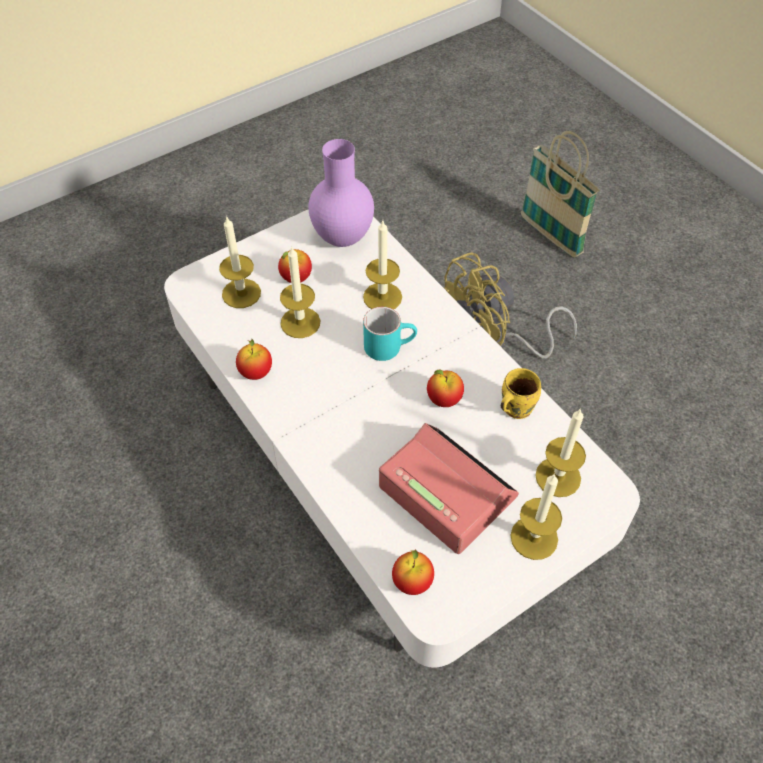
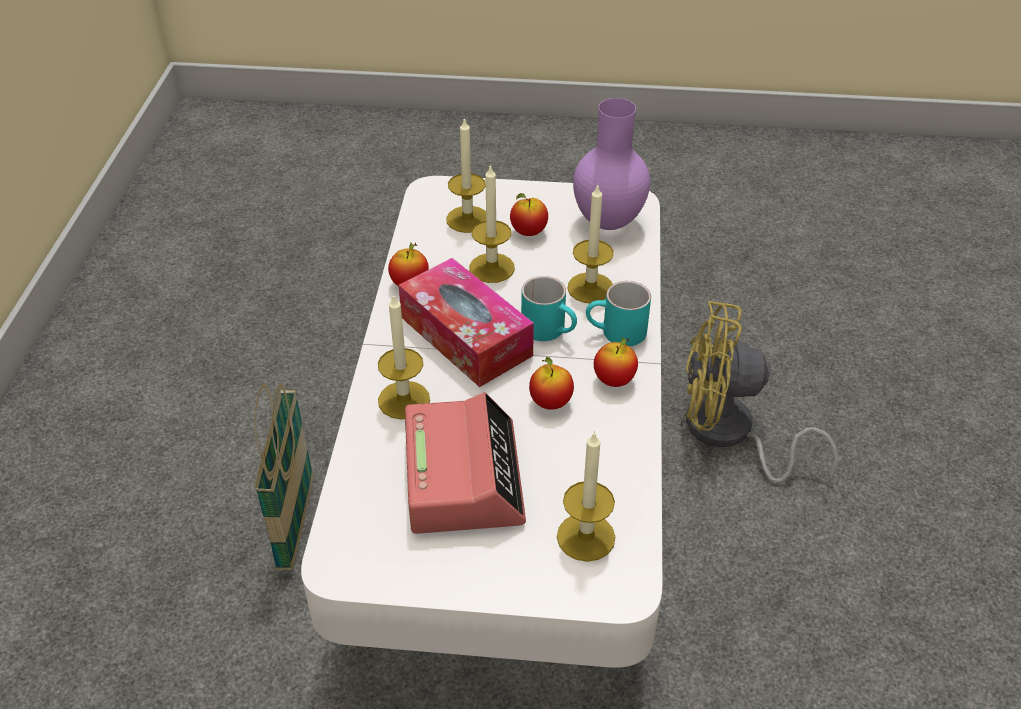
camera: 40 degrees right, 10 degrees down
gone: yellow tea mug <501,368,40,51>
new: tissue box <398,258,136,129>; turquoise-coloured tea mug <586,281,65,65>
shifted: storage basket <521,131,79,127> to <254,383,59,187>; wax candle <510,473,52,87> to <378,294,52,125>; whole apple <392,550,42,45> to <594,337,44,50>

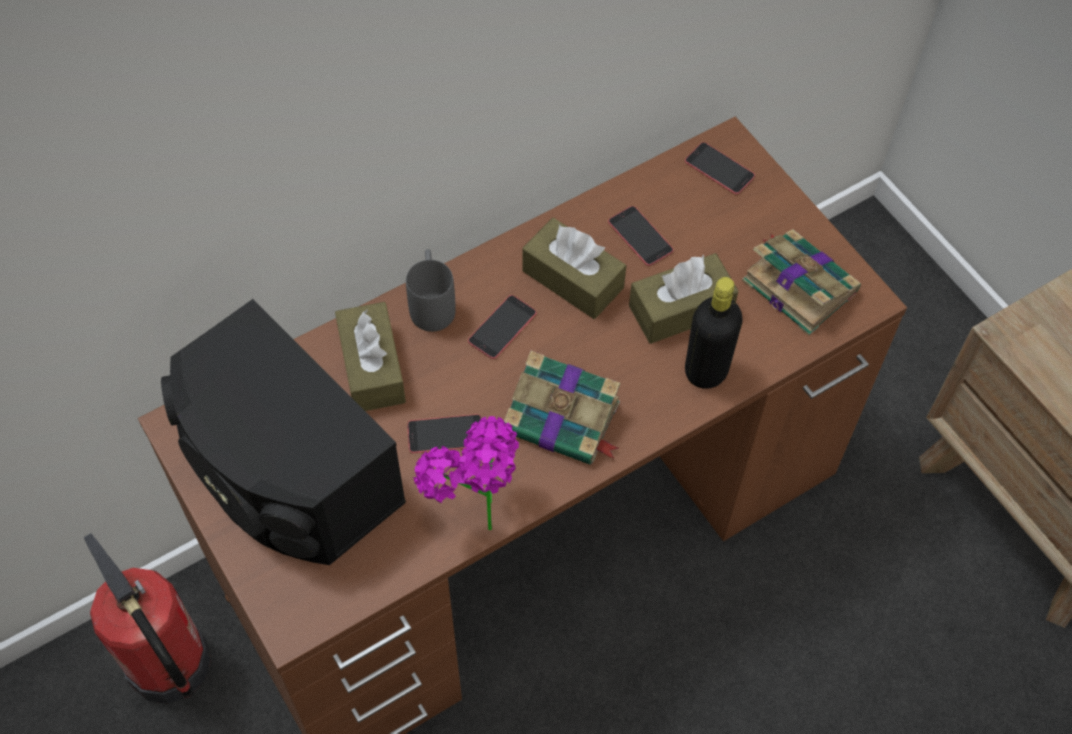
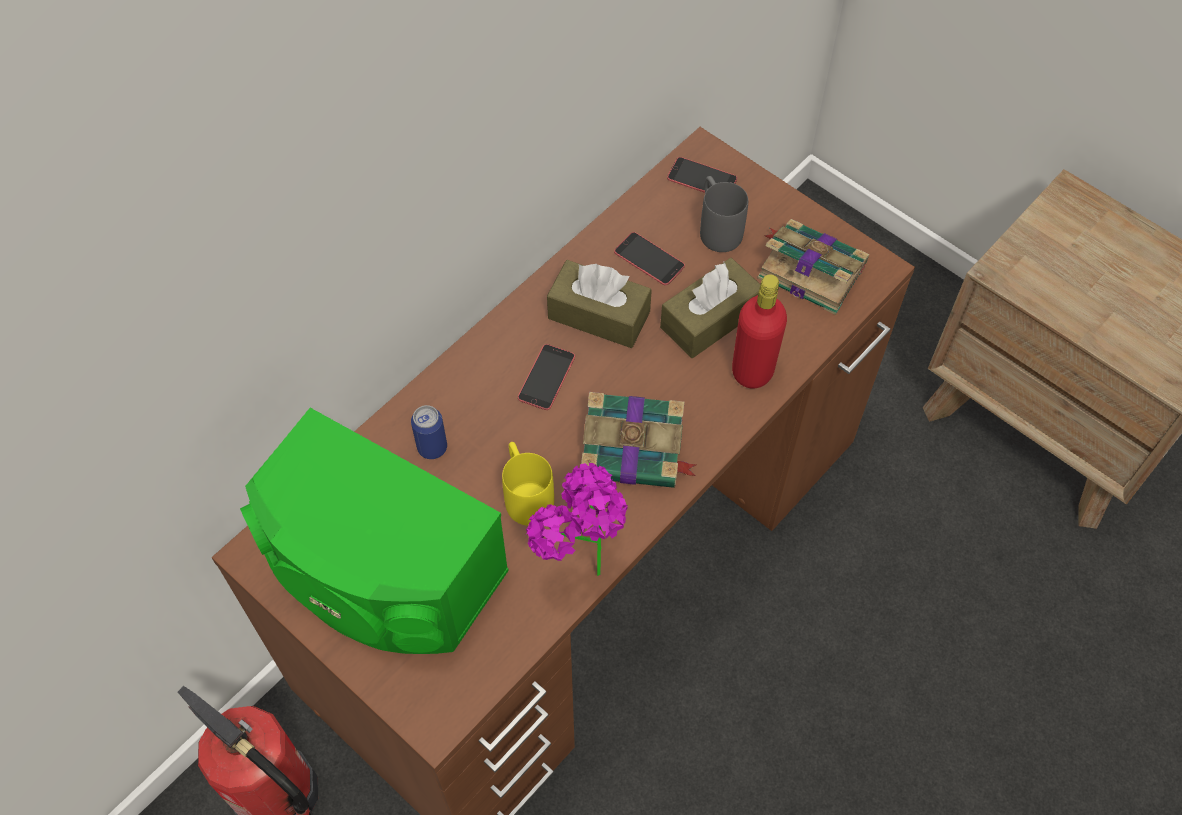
camera: 15 degrees left, 0 degrees up
shifted: greyish tea mug <406,249,50,83> to <700,176,48,76>
swapped: brown-coloured tissue box <335,302,71,109> to sealed can <411,405,36,54>; handset <407,414,75,39> to yellow tea mug <502,442,52,84>
repainted: black-coloured bottle <685,277,58,112> to red bottle <732,274,55,114>; black-coloured audio speaker <161,299,245,266> to green-coloured audio speaker <240,408,269,246>

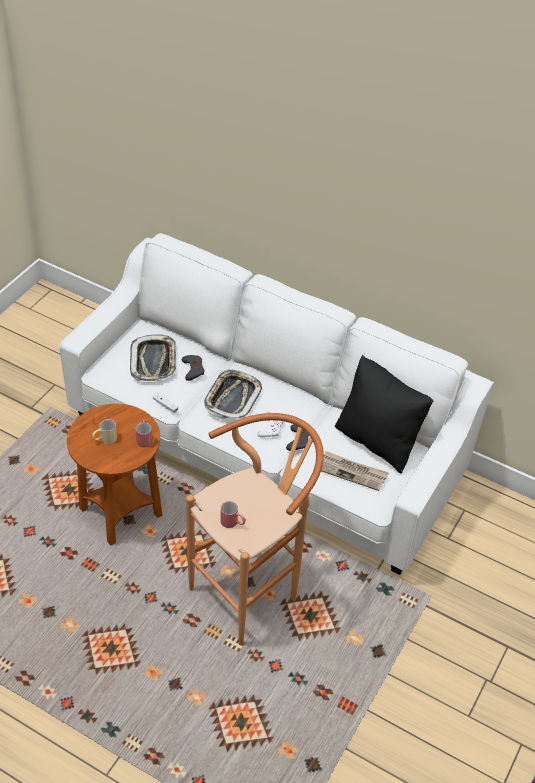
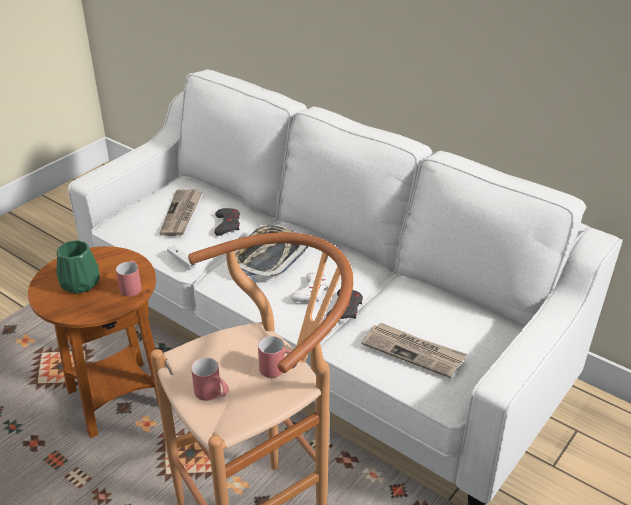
camera: 10 degrees right, 10 degrees down
gone: black-coloured throw pillow <335,355,98,119>
new: red tea mug <258,336,39,42>
swapped: serving tray <130,334,46,47> to daily paper <160,189,42,47>; beige tea mug <92,419,25,25> to green-coloured flower vase <57,240,43,54>

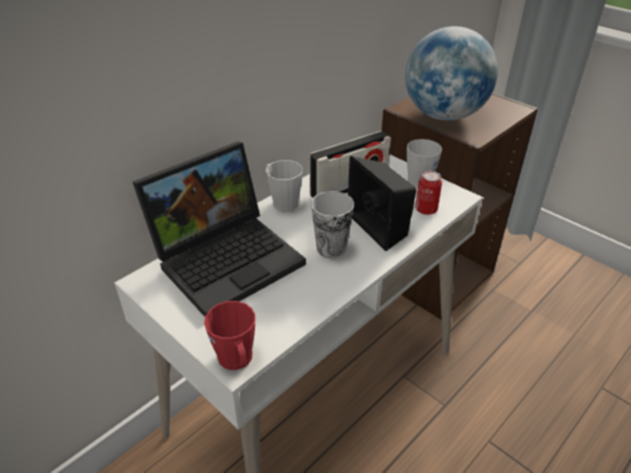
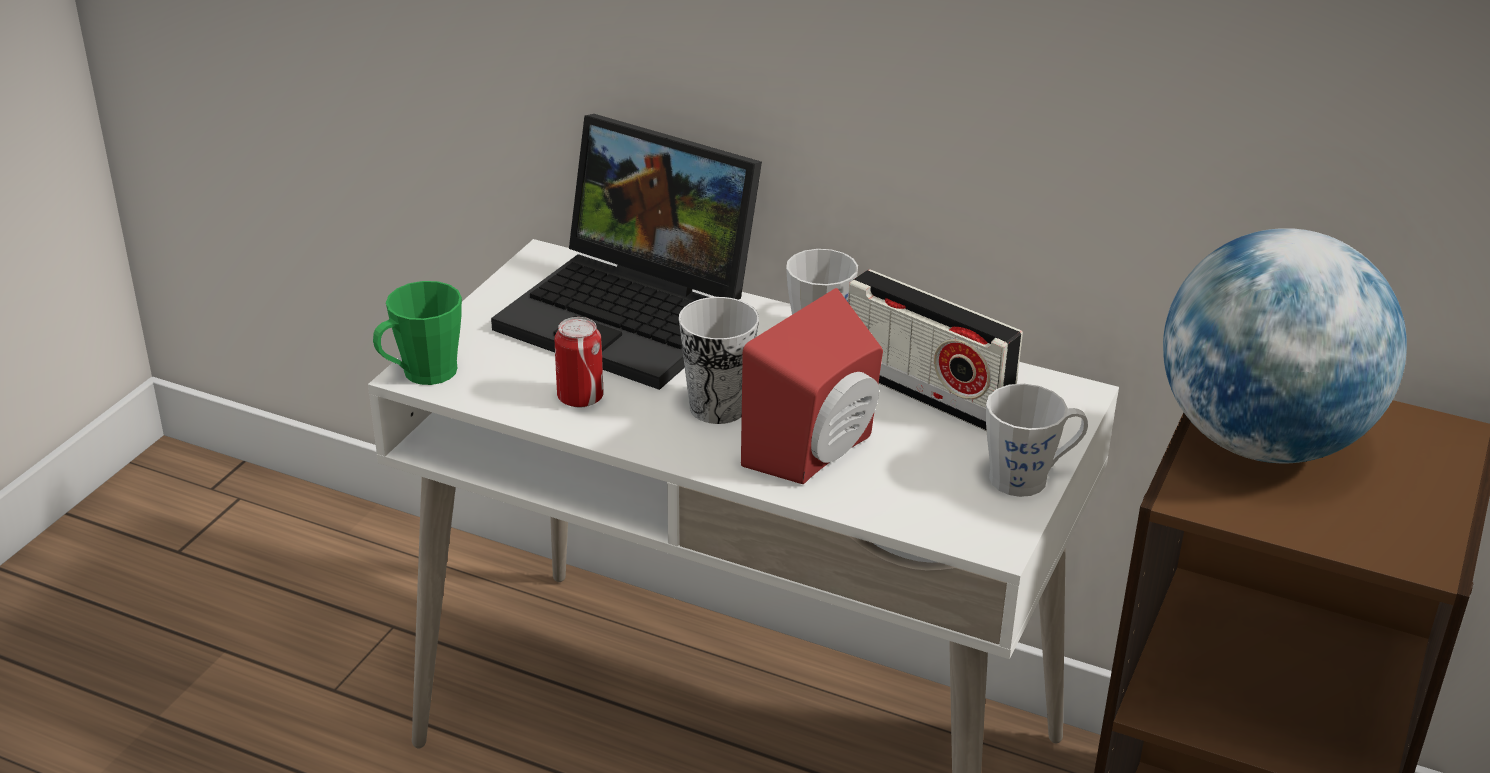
camera: 70 degrees right, 5 degrees down
shifted: sealed can <415,171,27,44> to <555,317,49,91>
repainted: black-coloured audio speaker <348,156,69,95> to red audio speaker <741,288,142,196>; red tea mug <204,301,52,69> to green-coloured tea mug <373,281,89,104>

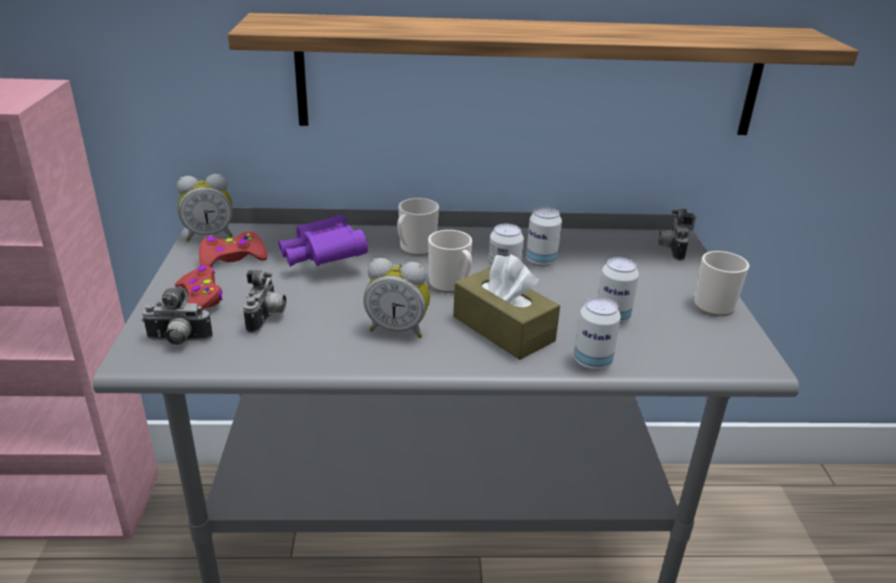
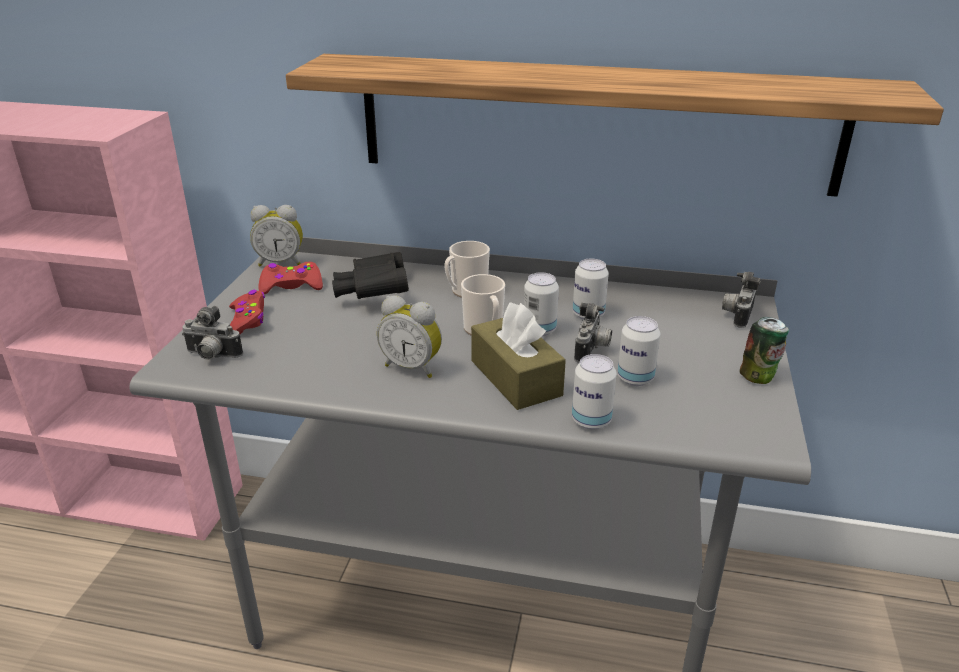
camera: 15 degrees right, 0 degrees up
shifted: still camera <243,270,43,63> to <574,303,38,60>
swapped: tea mug <694,251,55,65> to sealed can <740,317,49,67>
repainted: purple-coloured field glasses <278,215,90,52> to black-coloured field glasses <332,252,77,47>

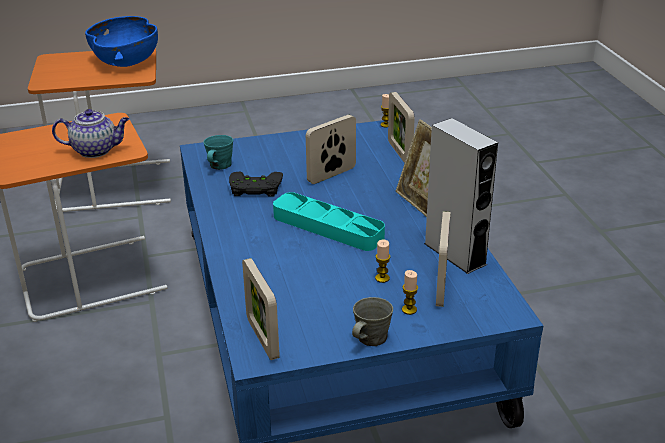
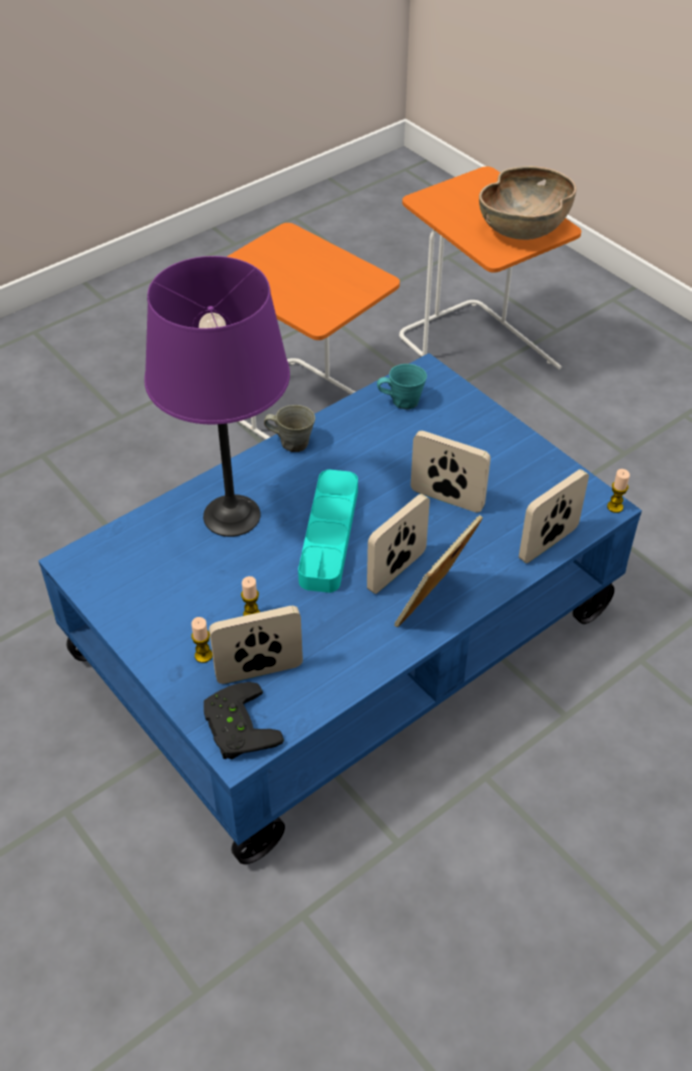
camera: 65 degrees right, 15 degrees up
gone: teapot <52,109,77,49>; greyish audio speaker <424,118,74,156>
new: purple-coloured tabletop lamp <144,256,146,281>
shifted: black-coloured game controller <229,172,54,25> to <203,682,81,77>; standing frame <242,258,38,102> to <367,494,63,100>; greyish tea mug <352,297,41,49> to <264,405,51,47>
repainted: blue-coloured bowl <85,16,73,51> to brown-coloured bowl <479,166,97,74>

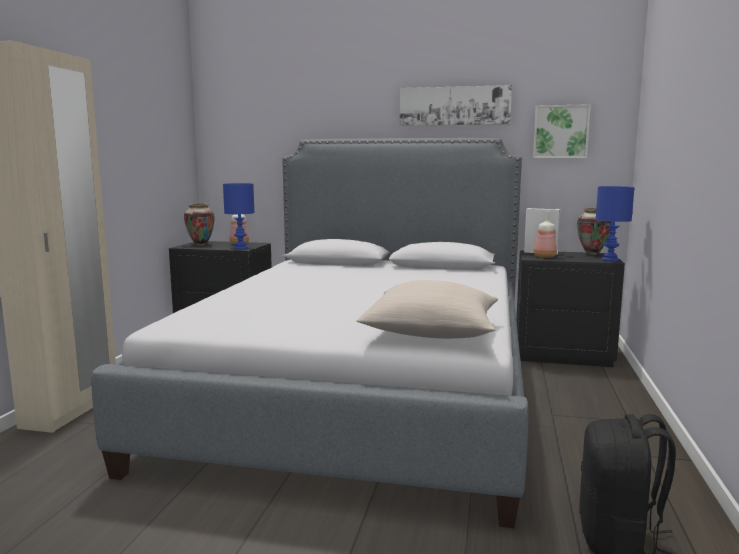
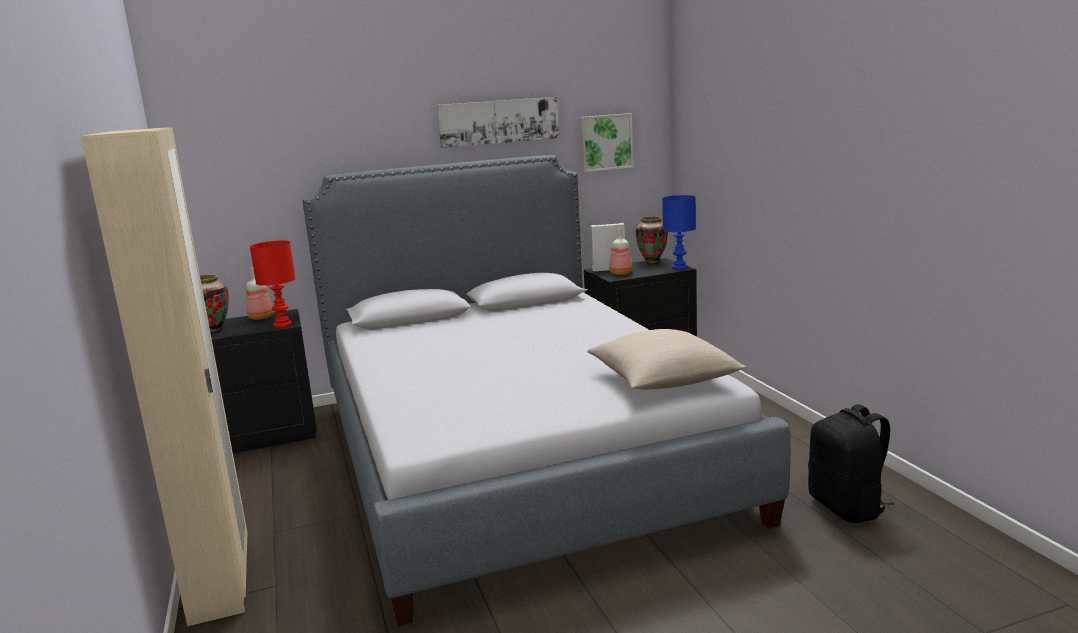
camera: 30 degrees left, 5 degrees up
repainted: blue-coloured tabletop lamp <223,183,31,67> to red tabletop lamp <250,240,46,88>

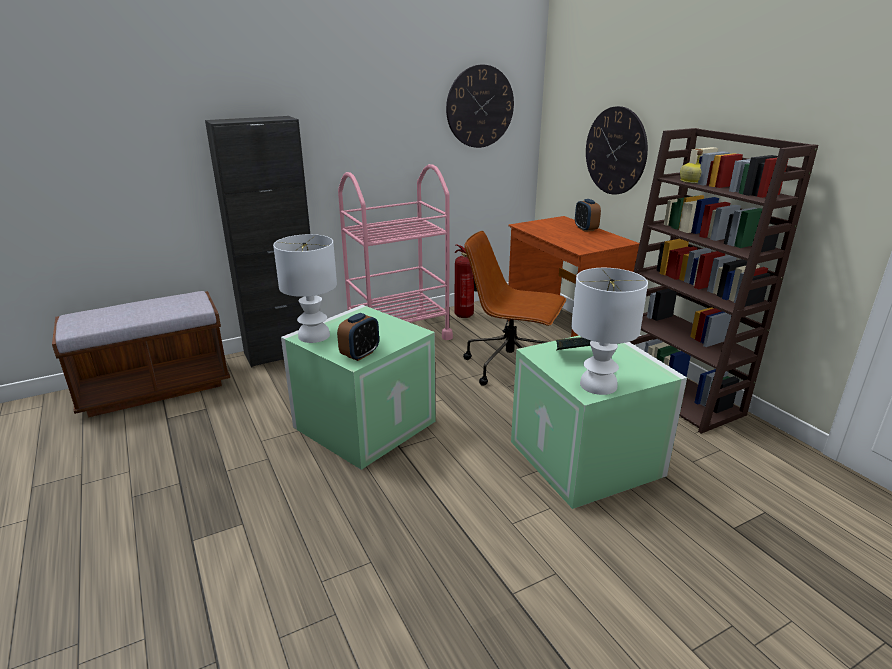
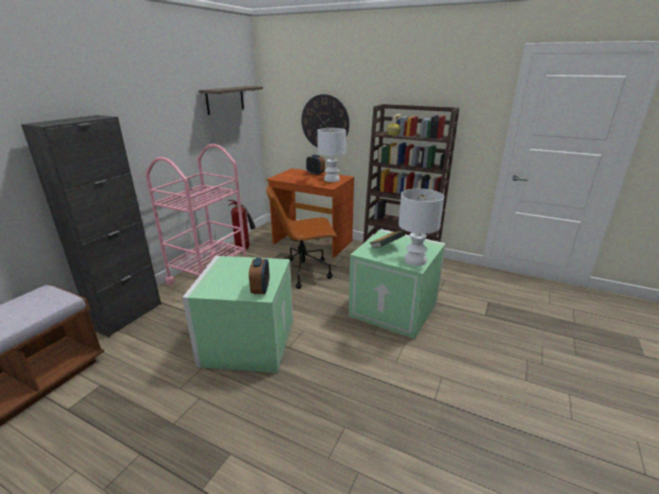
camera: 35 degrees left, 0 degrees up
shifted: whitish tabletop lamp <273,234,64,109> to <317,128,29,54>
swapped: hanging clock <446,65,68,83> to bracket shelf <198,86,65,29>

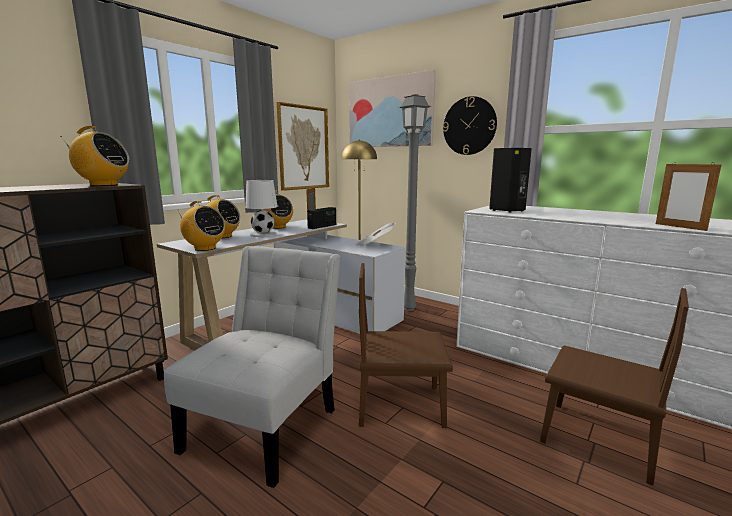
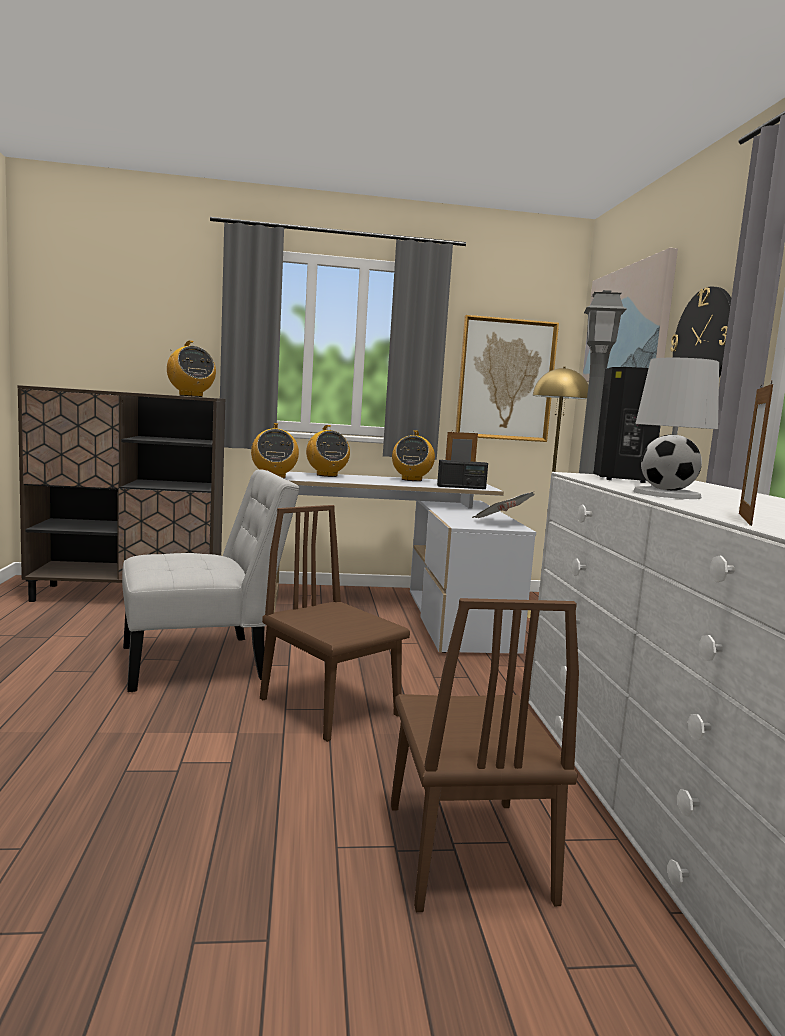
camera: 45 degrees right, 5 degrees down
shifted: whitish tabletop lamp <245,180,33,57> to <633,358,86,141>

